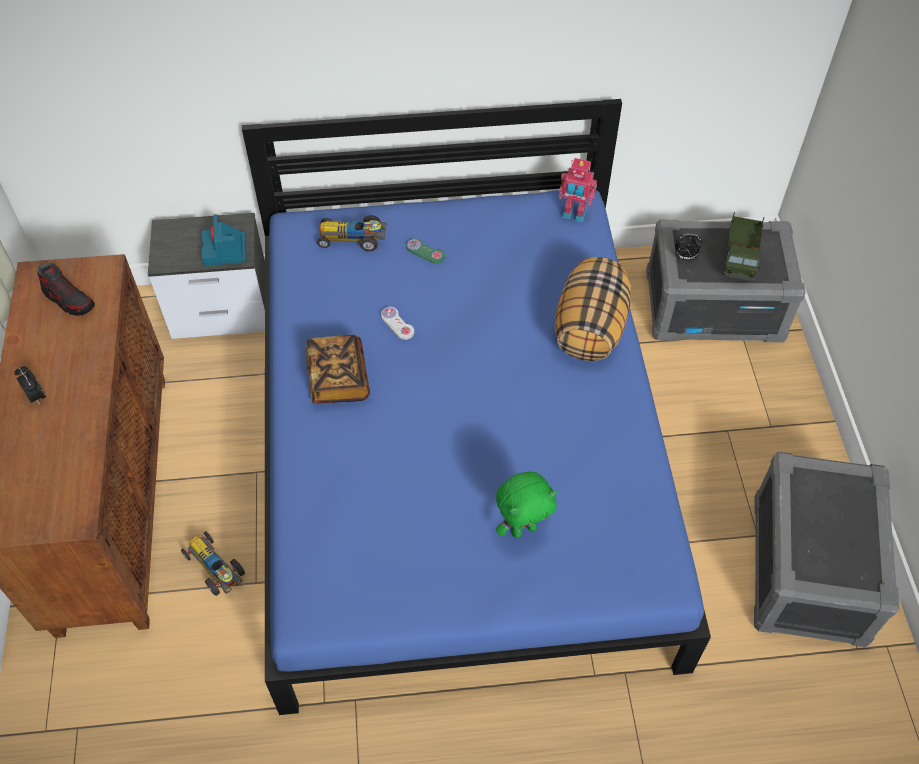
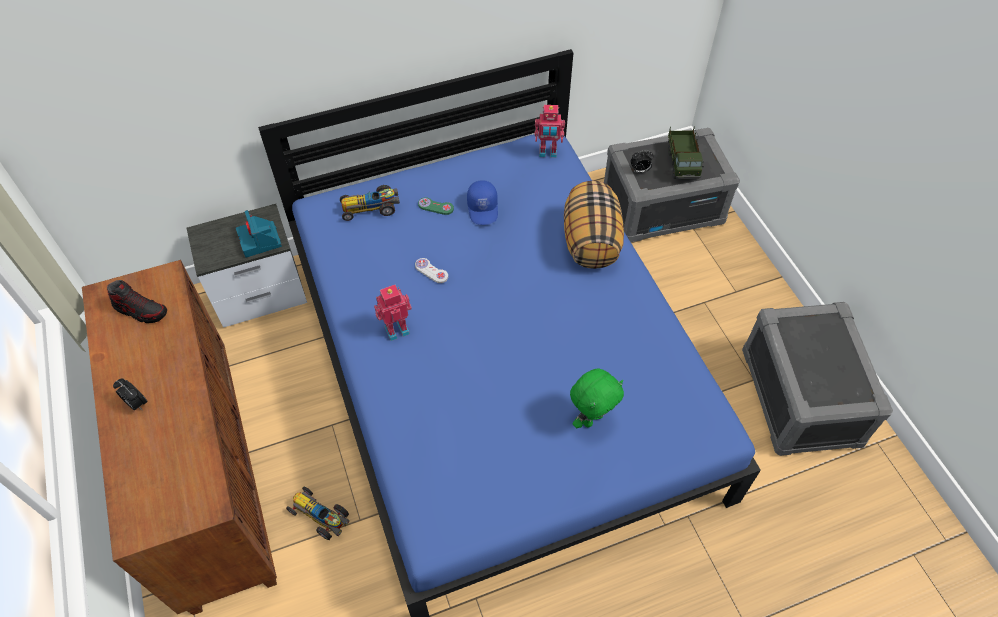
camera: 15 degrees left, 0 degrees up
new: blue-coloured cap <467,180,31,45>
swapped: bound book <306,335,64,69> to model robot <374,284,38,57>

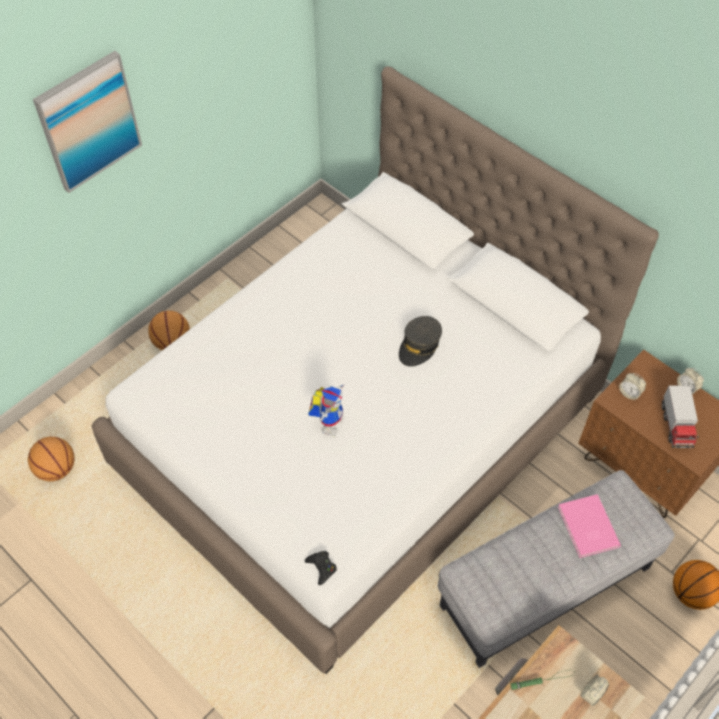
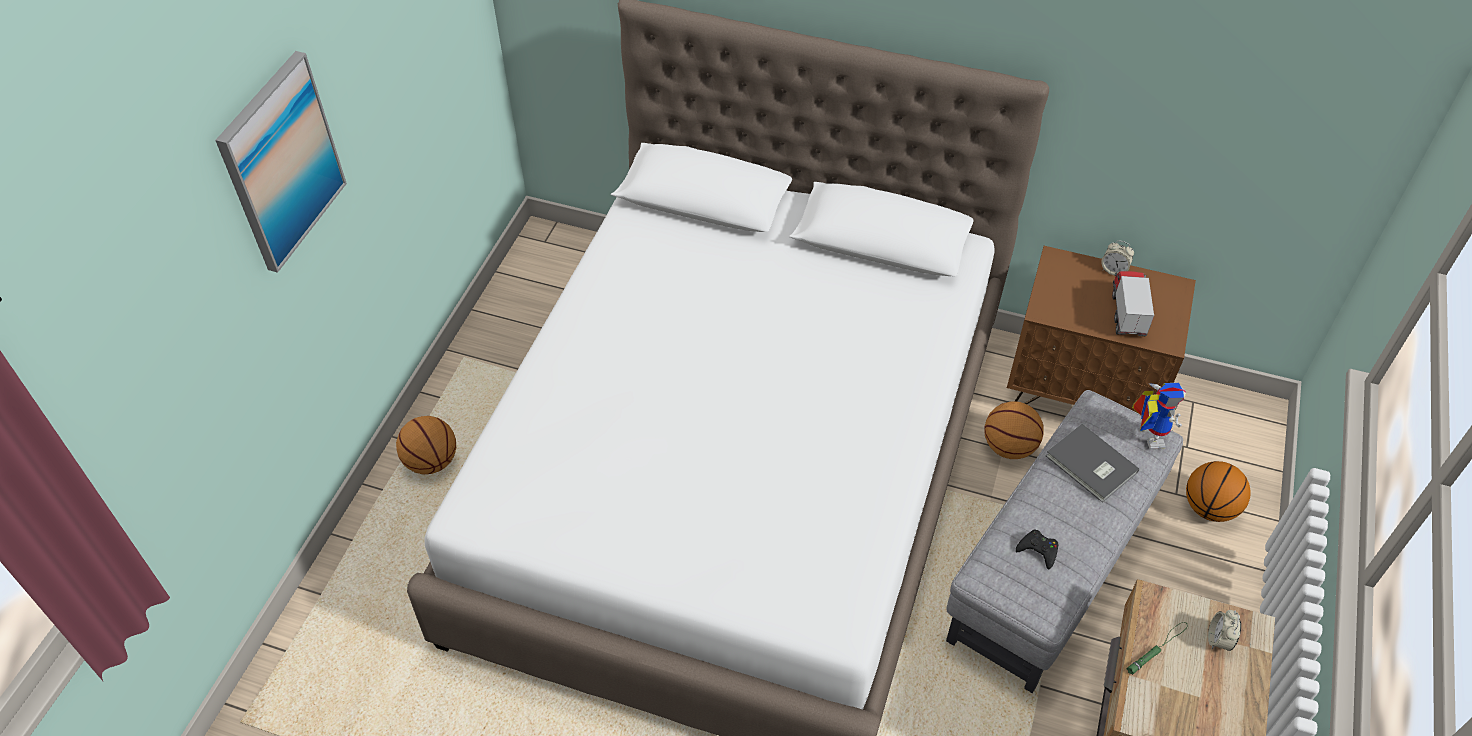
camera: 25 degrees left, 5 degrees down
gone: greyish cap <399,316,43,51>; bedside clock <619,373,27,27>
shifted: model robot <308,385,37,52> to <1132,383,54,66>; basketball <28,436,47,46> to <984,401,60,58>; black-coloured game controller <305,551,32,34> to <1016,530,42,39>
repainted: pinkish bound book <558,494,63,64> to greyish bound book <1046,424,93,78>
rotated: toy truck <662,385,37,63> = <1112,271,42,65> 150 degrees counterclockwise

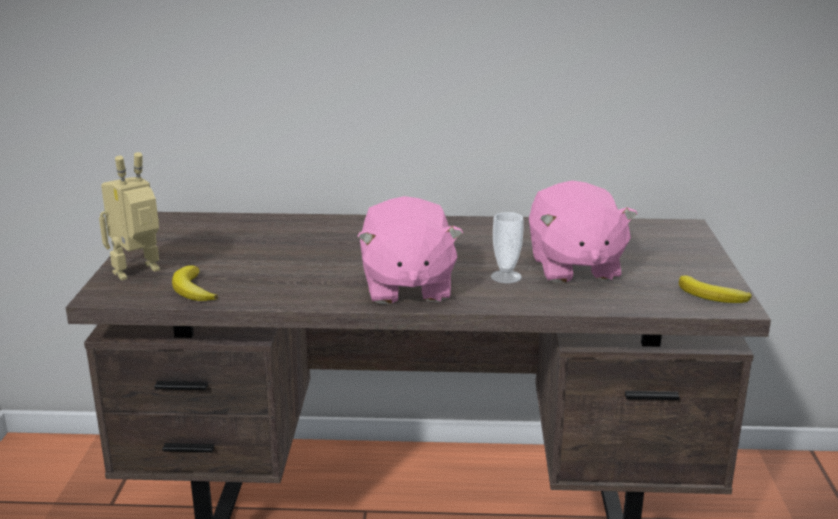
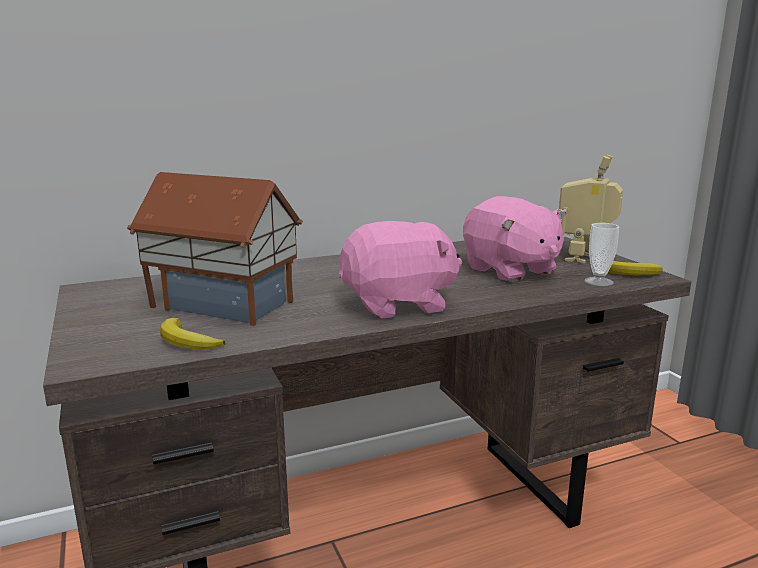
camera: 25 degrees left, 5 degrees down
new: toy house <127,172,176,154>
shifted: model robot <99,152,61,128> to <559,155,64,108>; cup <491,212,32,71> to <585,223,34,63>
rotated: pinkish soft toy <357,196,106,108> = <339,221,123,98> 75 degrees counterclockwise

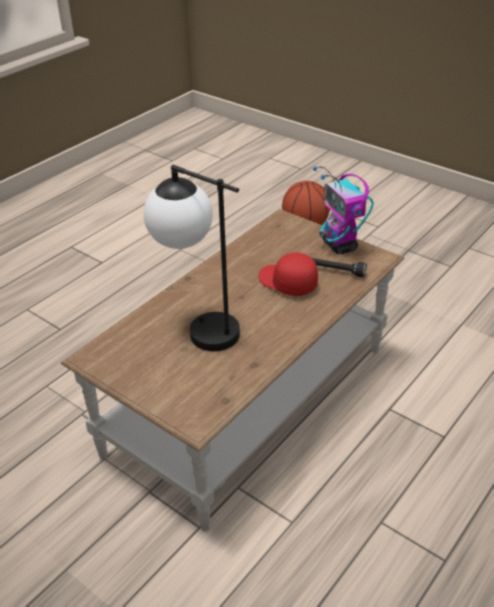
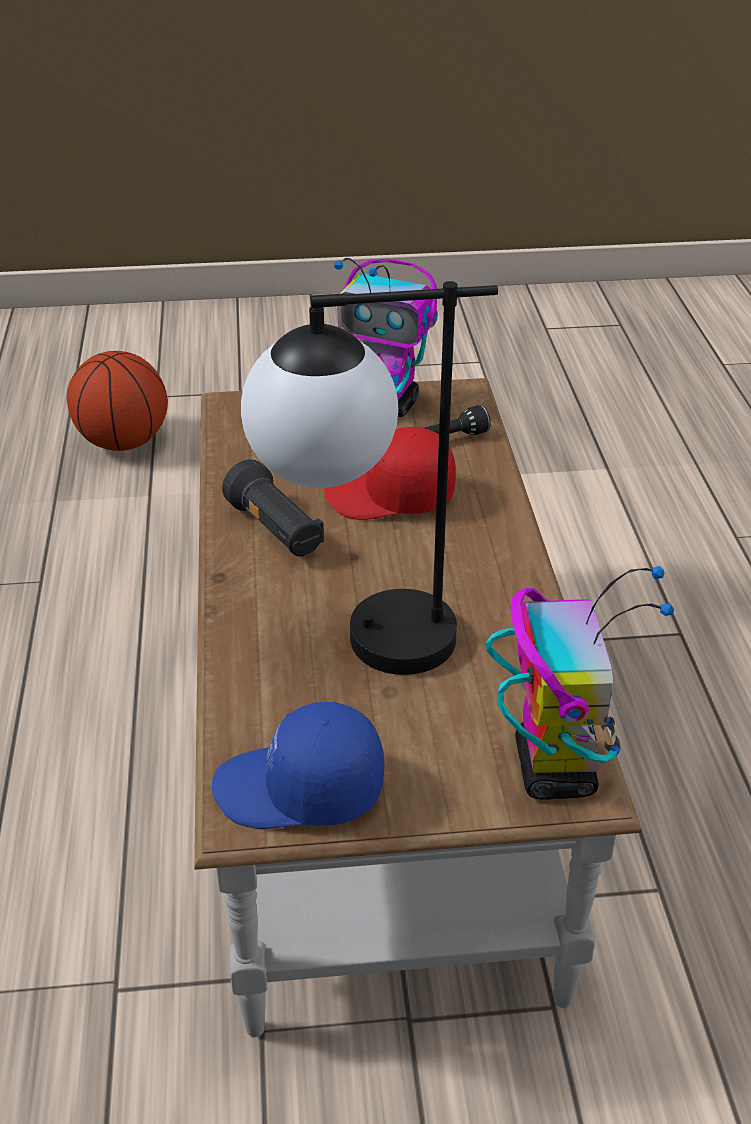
camera: 45 degrees left, 0 degrees up
new: black-coloured torch <222,459,102,98>; model robot <485,566,189,234>; blue-coloured cap <212,702,173,127>

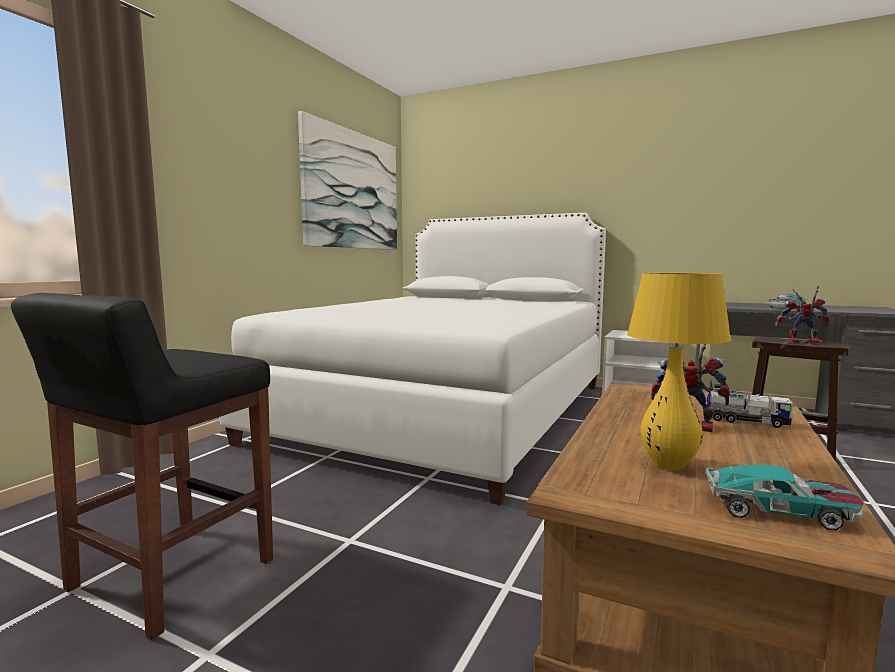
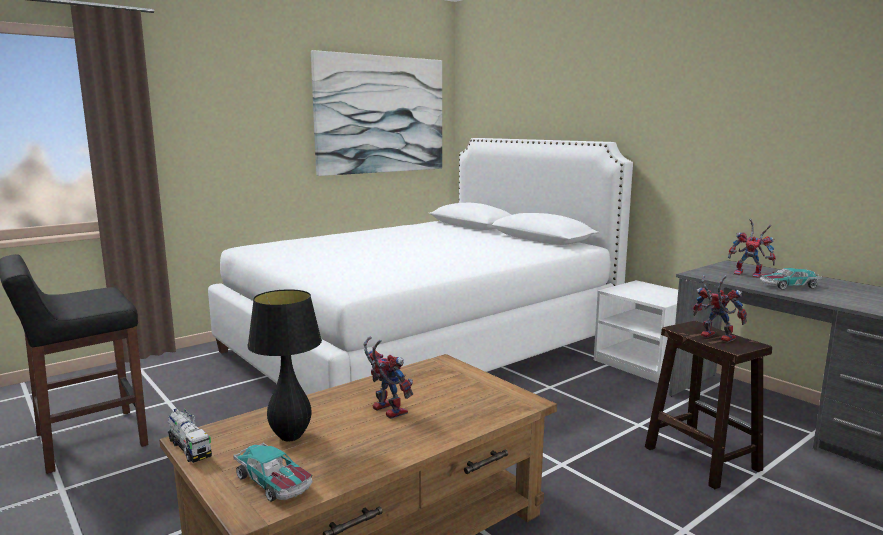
camera: 25 degrees right, 5 degrees up
new: model robot <728,219,48,59>
shifted: toy truck <707,388,87,40> to <168,408,44,55>
repainted: yellow tabletop lamp <627,273,104,197> to black-coloured tabletop lamp <247,289,75,152>

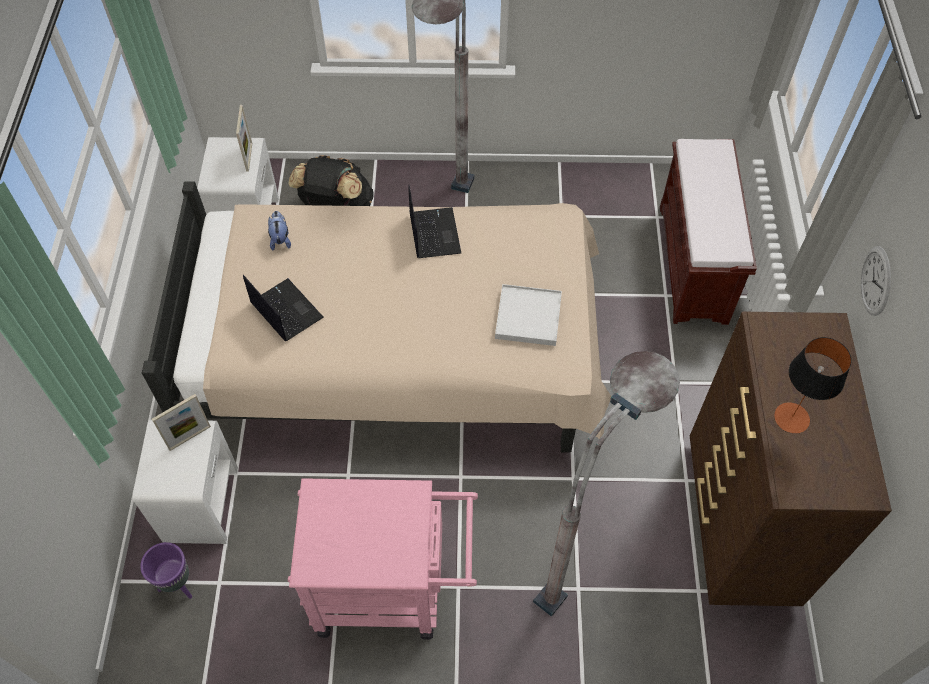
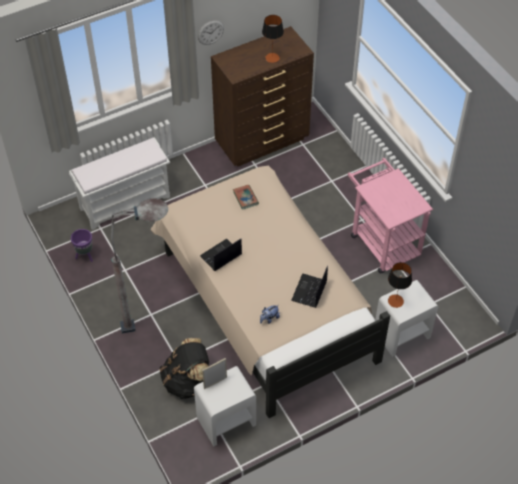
camera: 120 degrees left, 5 degrees down
gone: greyish standard lamp <533,351,147,266>
shifted: purple-coloured plant pot <140,542,52,57> to <71,229,22,33>
swapped: whitish serving tray <495,284,67,62> to bound book <233,185,26,25>; standing frame <152,394,59,57> to tabletop lamp <388,262,24,46>
repainted: brown-coloured bench <660,139,97,186> to whitish bench <69,137,101,93>

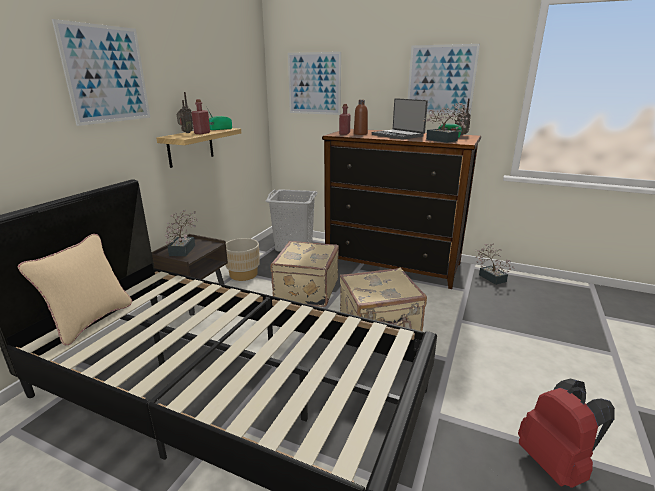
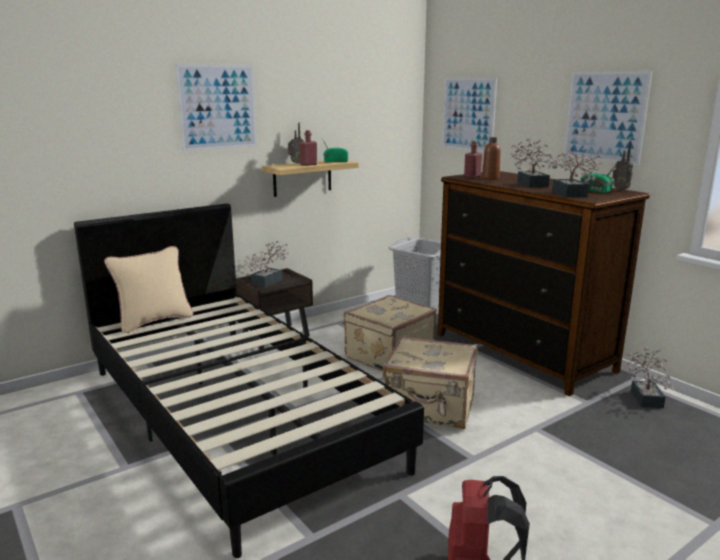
camera: 30 degrees right, 5 degrees down
gone: beige plant pot <226,238,34,43>
swapped: notebook computer <372,98,56,42> to plant in a pot <510,138,47,50>

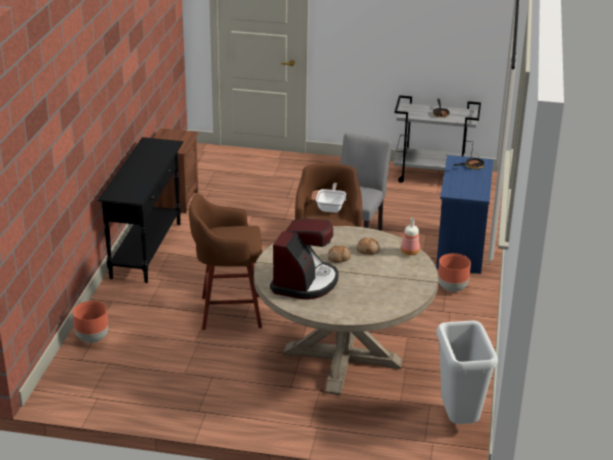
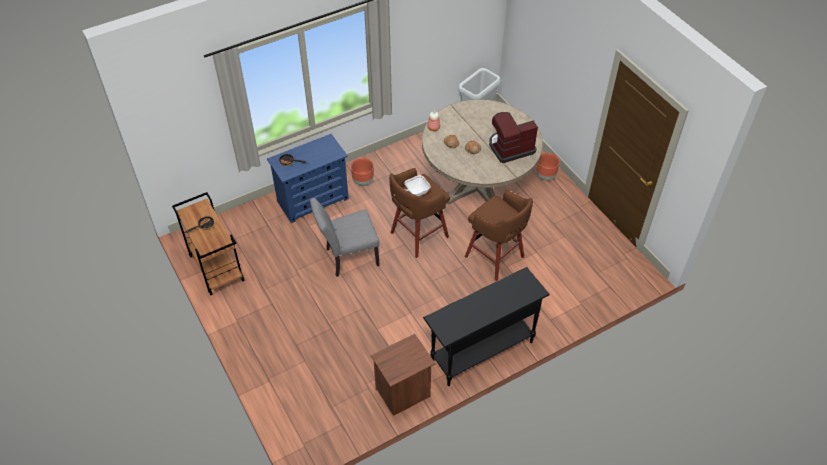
camera: 130 degrees left, 20 degrees up
shifted: brown-coloured plant pot <73,301,35,42> to <536,153,24,28>
repainted: greyish trolley <394,95,87,88> to brown-coloured trolley <172,192,73,104>

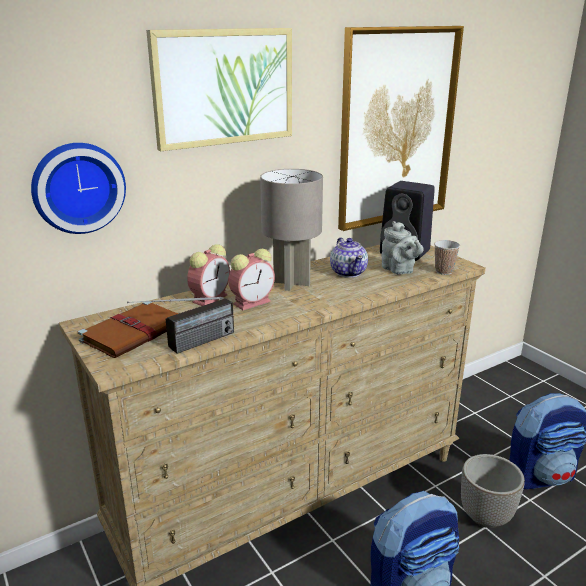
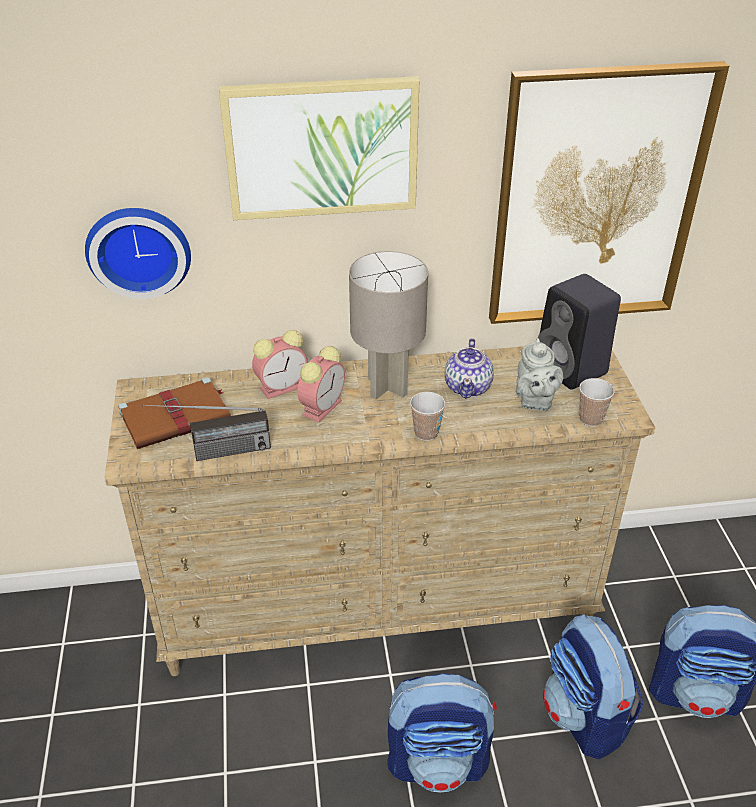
camera: 25 degrees right, 15 degrees up
new: cup <410,392,35,49>
swapped: plant pot <461,454,64,74> to knapsack <543,614,101,145>
rotated: bedside clock <228,249,47,61> = <297,346,48,76> 45 degrees counterclockwise

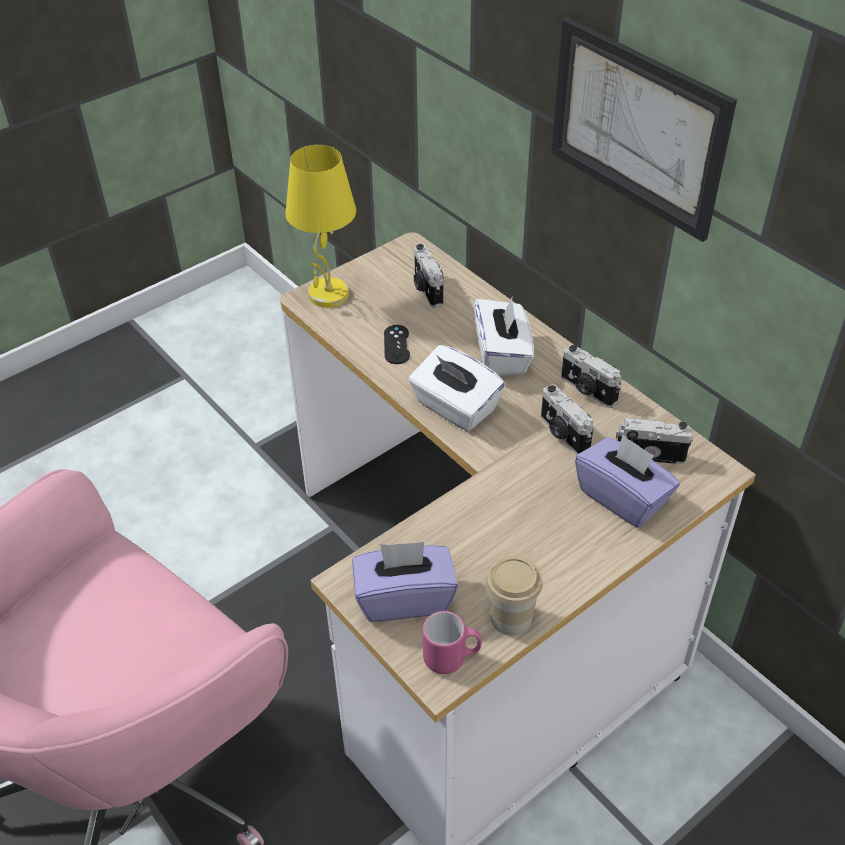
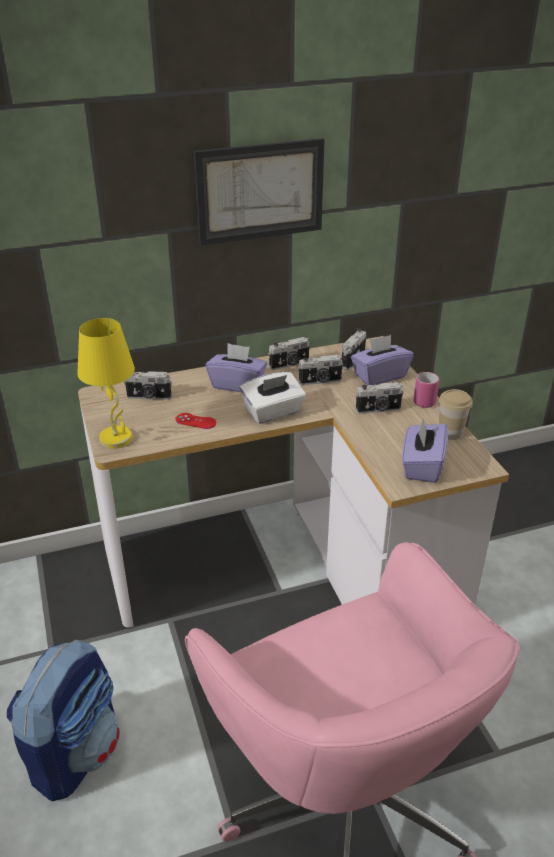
camera: 70 degrees left, 10 degrees down
new: still camera <355,382,49,32>; knapsack <7,640,113,161>
shifted: pinkish tea mug <423,611,59,63> to <413,372,26,36>
repainted: whitish tissue box <474,297,60,79> to purple-coloured tissue box <206,343,61,49>; black-coloured game controller <384,325,26,39> to red game controller <176,413,40,16>

